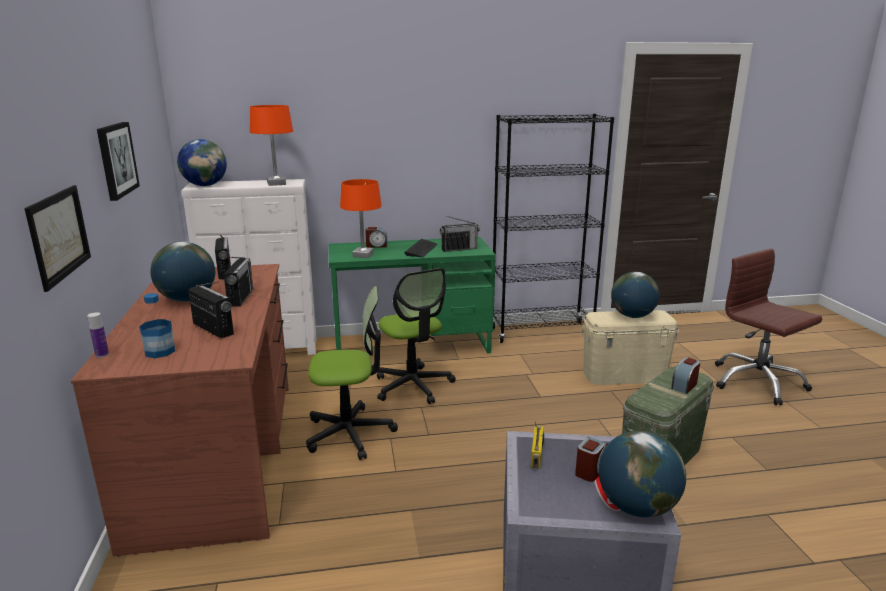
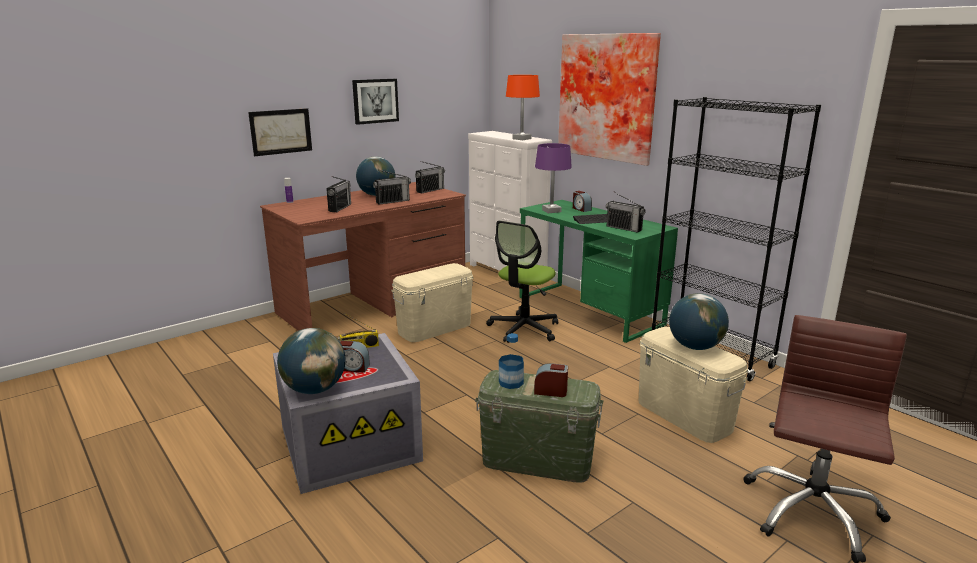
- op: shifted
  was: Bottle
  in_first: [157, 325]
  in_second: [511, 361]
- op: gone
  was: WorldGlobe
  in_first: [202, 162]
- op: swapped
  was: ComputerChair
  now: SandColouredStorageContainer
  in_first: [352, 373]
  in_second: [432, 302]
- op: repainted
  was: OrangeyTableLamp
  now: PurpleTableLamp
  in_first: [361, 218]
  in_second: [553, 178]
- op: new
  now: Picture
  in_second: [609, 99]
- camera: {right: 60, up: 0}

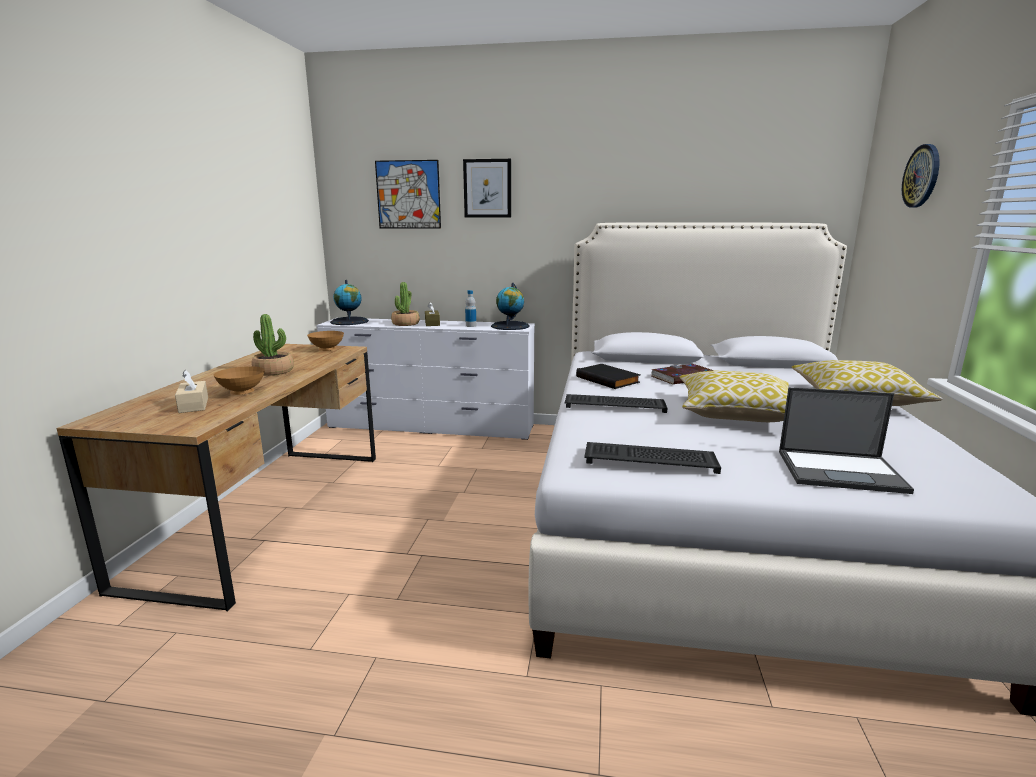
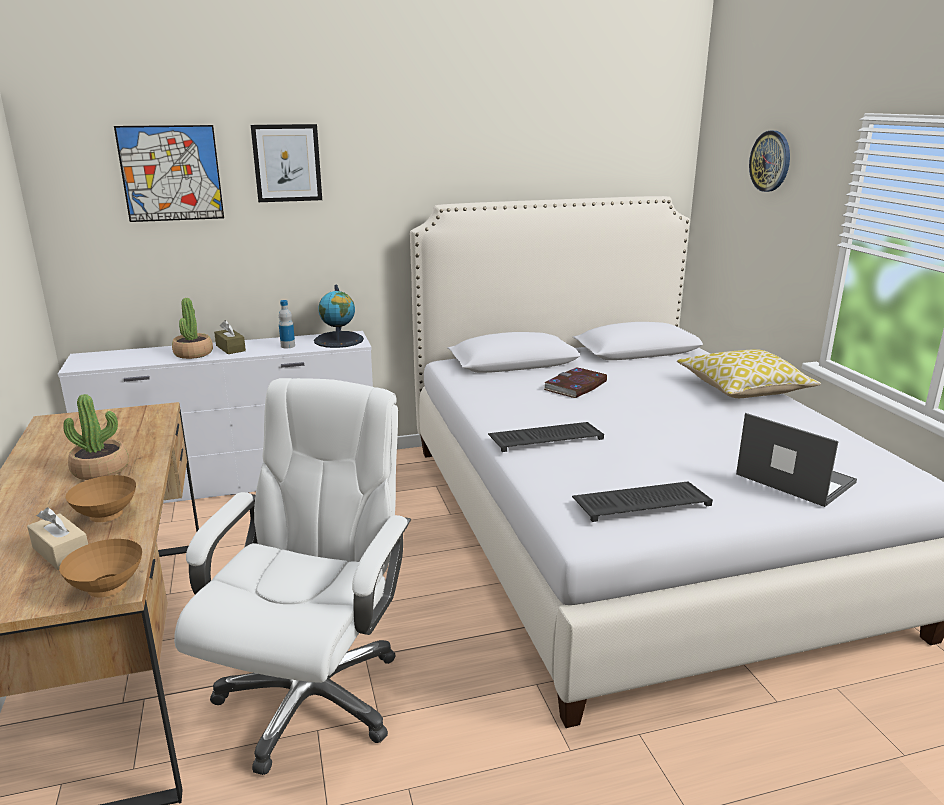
- op: shifted
  was: BrownishBowl
  in_first: [325, 341]
  in_second: [100, 568]
- op: gone
  was: WorldGlobe
  in_first: [349, 302]
- op: gone
  was: BlackColouredVolume
  in_first: [608, 376]
- op: gone
  was: Cushion
  in_first: [734, 396]
- op: rotated
  was: PortableComputer
  in_first: [846, 440]
  in_second: [796, 460]
  clockwise: -120
- op: new
  now: WhiteComputerChair
  in_second: [292, 576]
- camera: {right: -25, up: 5}

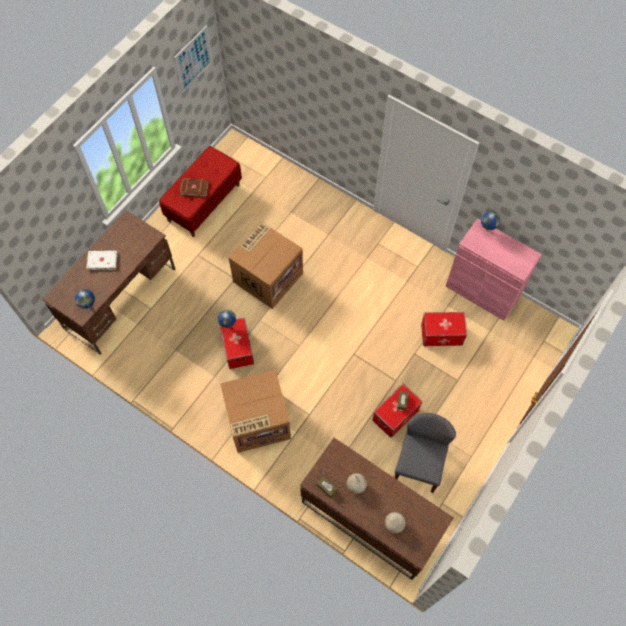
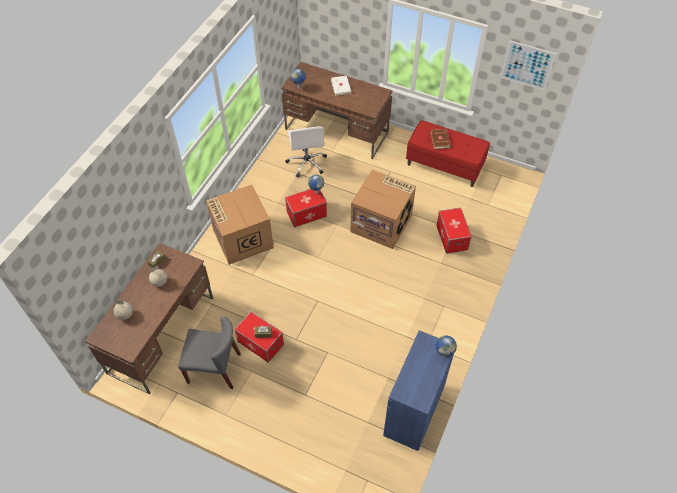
- op: shifted
  was: StorageContainer
  in_first: [444, 329]
  in_second: [454, 231]
- op: repainted
  was: PinkishCabinet
  now: BlueCabinet
  in_first: [494, 269]
  in_second: [418, 390]
- op: new
  now: WhiteComputerChair
  in_second: [306, 151]
- camera: {right: 80, up: -10}

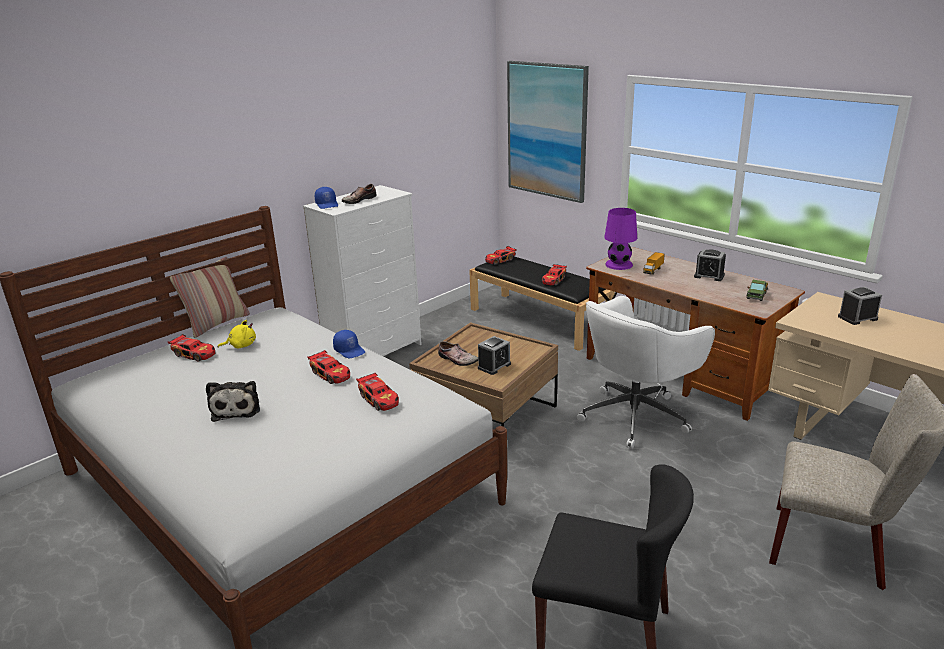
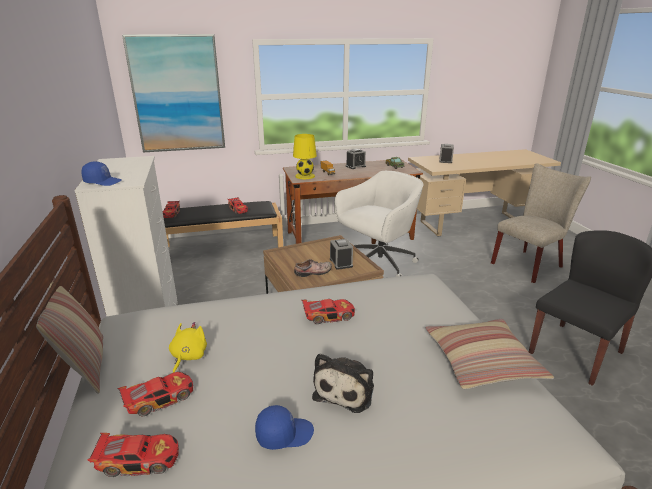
- op: rotated
  was: SoftToy
  in_first: [233, 401]
  in_second: [343, 383]
  clockwise: 90
- op: shifted
  was: BlueBaseballCap
  in_first: [349, 344]
  in_second: [284, 427]
- op: gone
  was: LowShoe
  in_first: [359, 194]
- op: shifted
  was: ToyCar
  in_first: [377, 392]
  in_second: [133, 455]
- op: rotated
  was: WhiteComputerChair
  in_first: [646, 372]
  in_second: [379, 224]
  clockwise: -120
- op: repainted
  was: PurpleTableLamp
  now: YellowTableLamp
  in_first: [620, 239]
  in_second: [305, 156]
- op: new
  now: Cushion
  in_second: [489, 354]
- camera: {right: -60, up: 0}

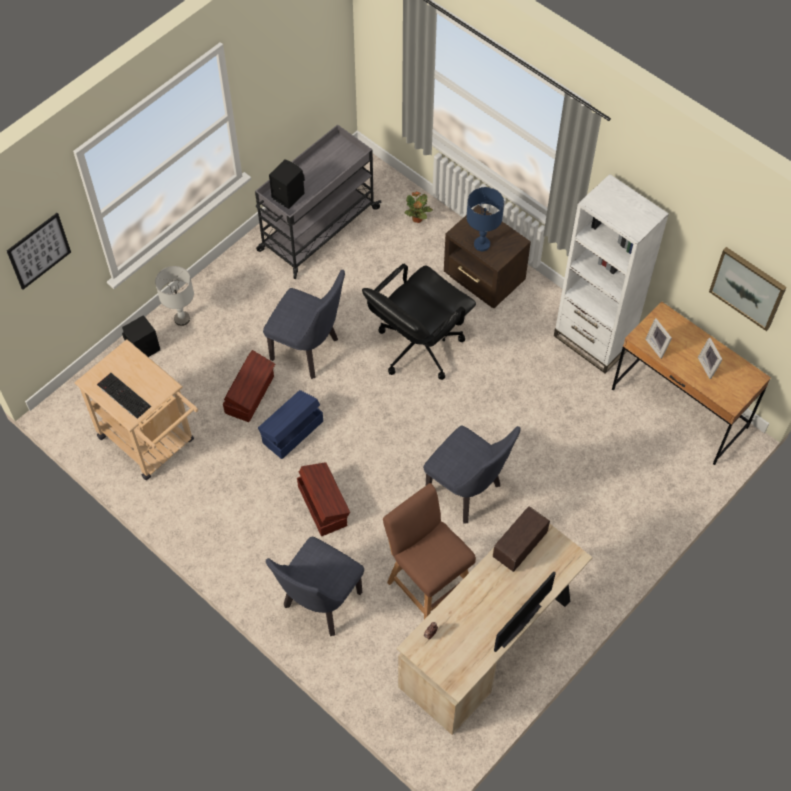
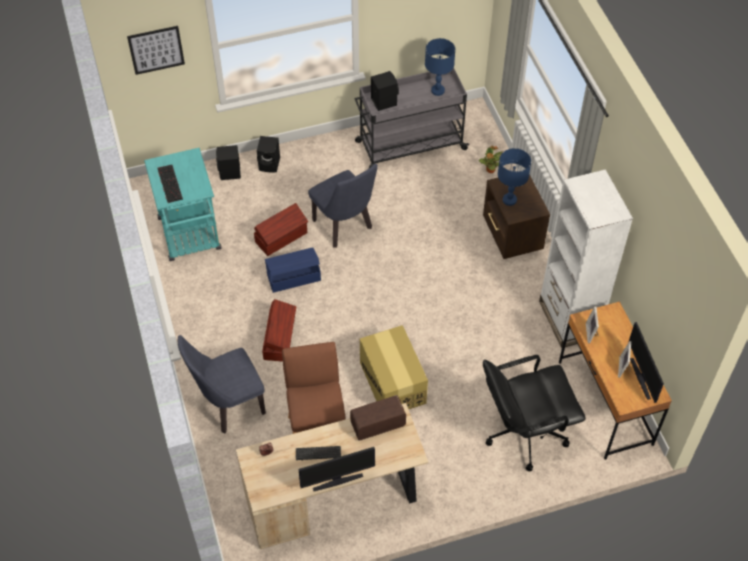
- op: repainted
  was: SandColouredTrolley
  now: TurquoiseTrolley
  in_first: [136, 409]
  in_second: [183, 204]
- op: swapped
  was: GrayTableLamp
  now: BlackColouredLoudspeaker
  in_first: [174, 296]
  in_second: [268, 154]
- op: shifted
  was: BlackColouredComputerChair
  in_first: [419, 322]
  in_second: [534, 413]
- op: swapped
  was: BlueUprightChair
  now: CardboardBox
  in_first: [472, 475]
  in_second: [394, 367]
- op: gone
  was: Picture
  in_first: [748, 289]
- op: new
  now: Keyboard
  in_second: [318, 453]
- op: new
  now: BlueTableLamp
  in_second: [440, 67]
- op: new
  now: ComputerDisplay
  in_second: [646, 362]
- camera: {right: 30, up: -5}

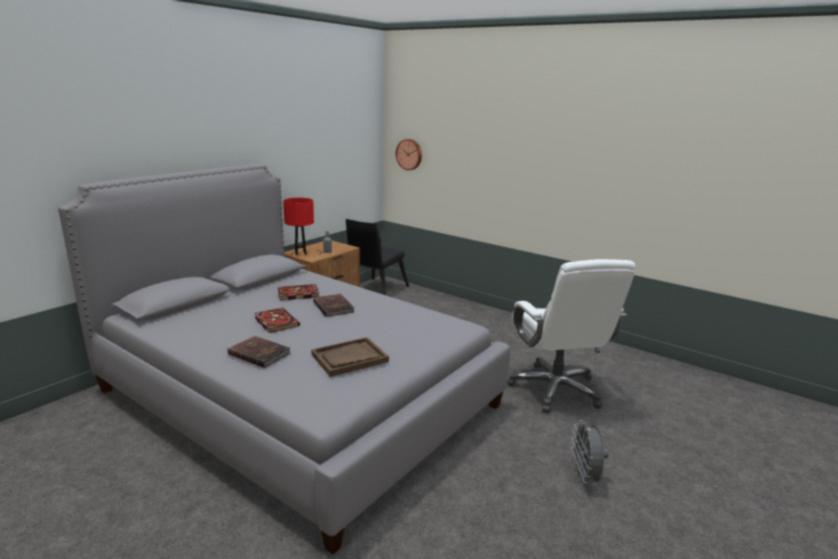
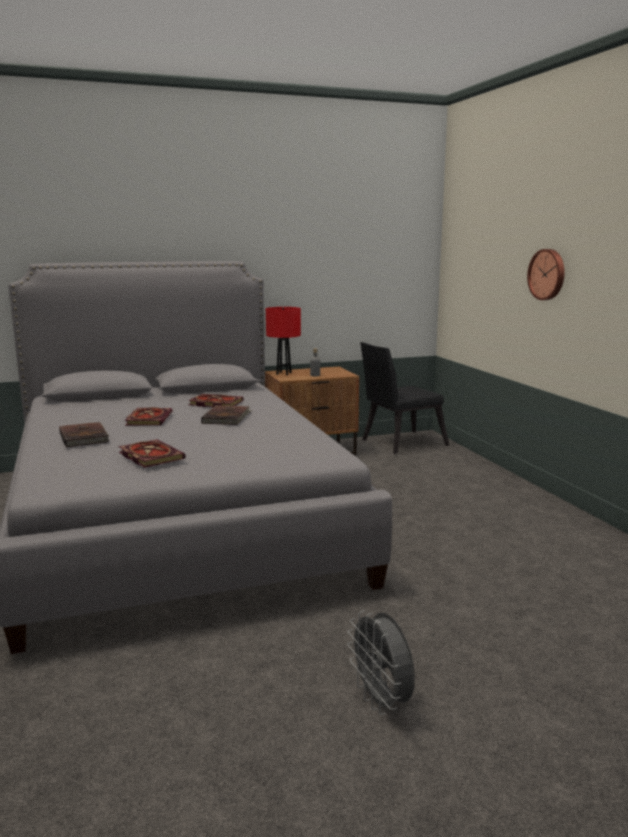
- op: swapped
  was: BrownishTray
  now: Volume
  in_first: [350, 357]
  in_second: [152, 453]
- op: shifted
  was: WallClock
  in_first: [409, 154]
  in_second: [546, 274]
- op: gone
  was: WhiteComputerChair
  in_first: [571, 336]
- op: rotated
  was: GrayElectricFan
  in_first: [590, 452]
  in_second: [381, 662]
  clockwise: -60
- camera: {right: 35, up: -5}

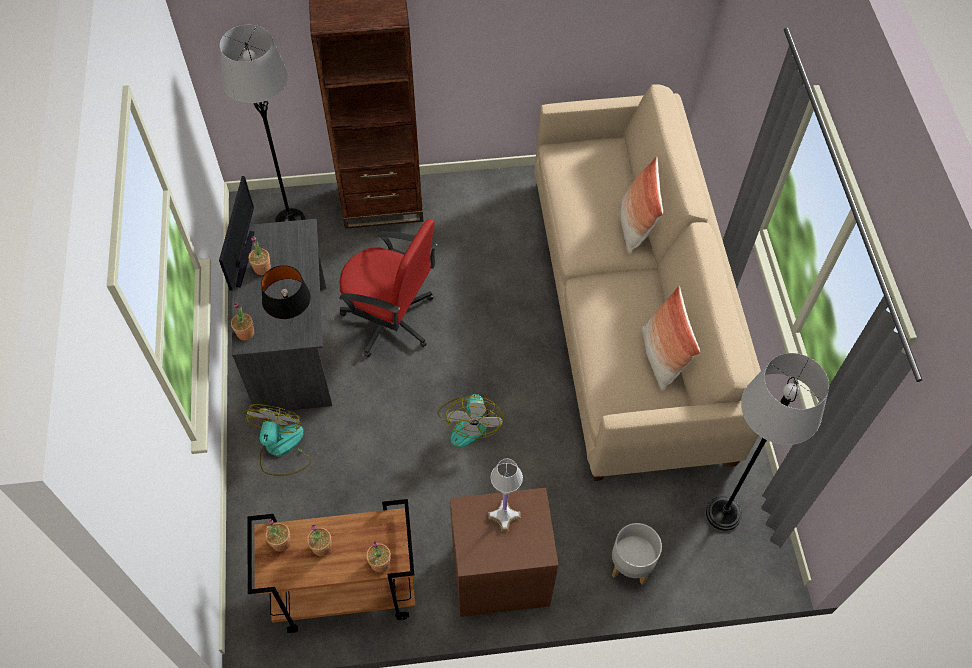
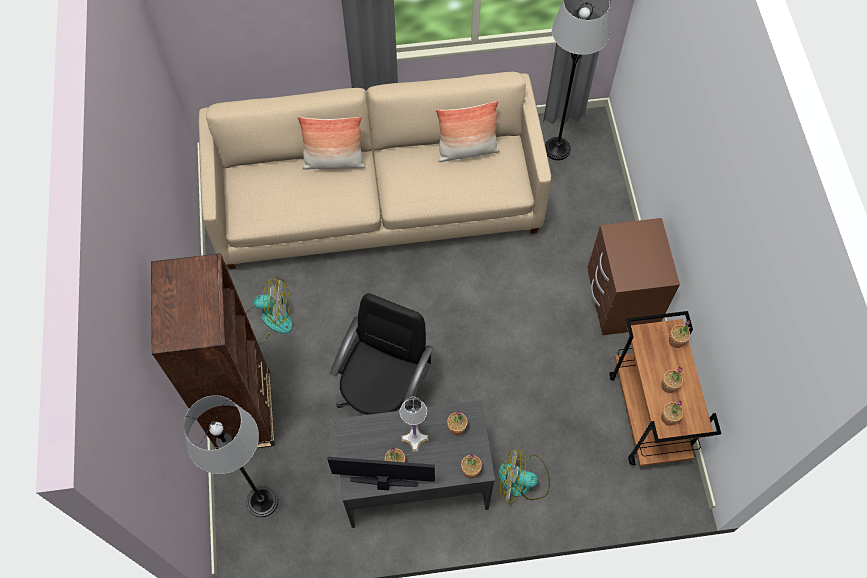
- op: swapped
  was: BlackColouredTableLamp
  now: Houseplant
  in_first: [286, 293]
  in_second: [457, 423]
- op: repainted
  was: RedColouredComputerChair
  now: BlackColouredComputerChair
  in_first: [388, 288]
  in_second: [381, 354]
- op: shifted
  was: ElectricFan
  in_first: [470, 420]
  in_second: [269, 311]
- op: shifted
  was: WhiteTableLamp
  in_first: [505, 495]
  in_second: [414, 424]
- op: gone
  was: GrayFlowerPot
  in_first: [637, 554]
- camera: {right: -90, up: 5}

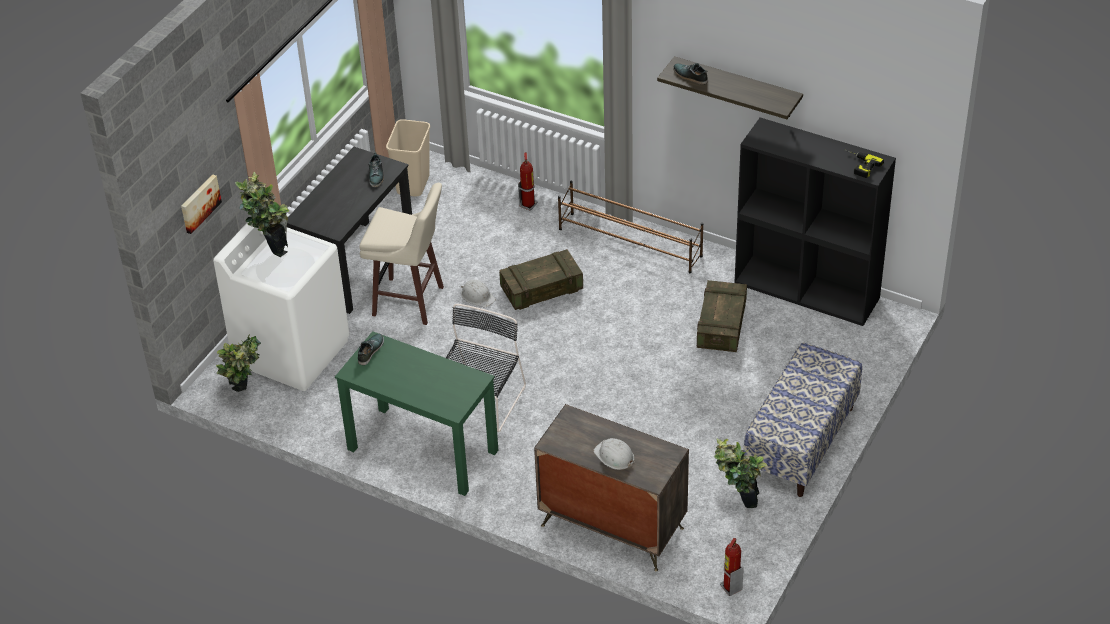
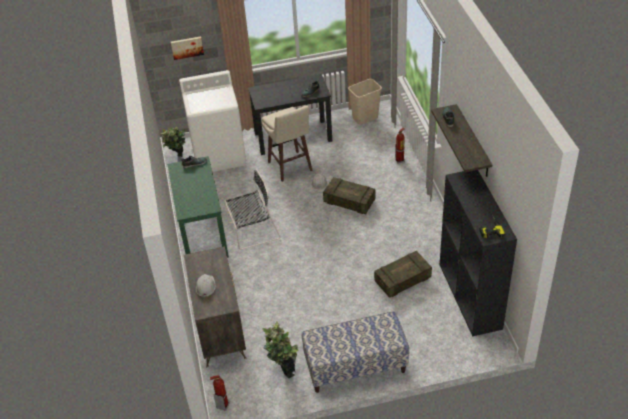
- op: gone
  was: Houseplant
  in_first: [262, 214]
- op: gone
  was: BrownishShoeRack
  in_first: [630, 227]
- camera: {right: 50, up: 0}

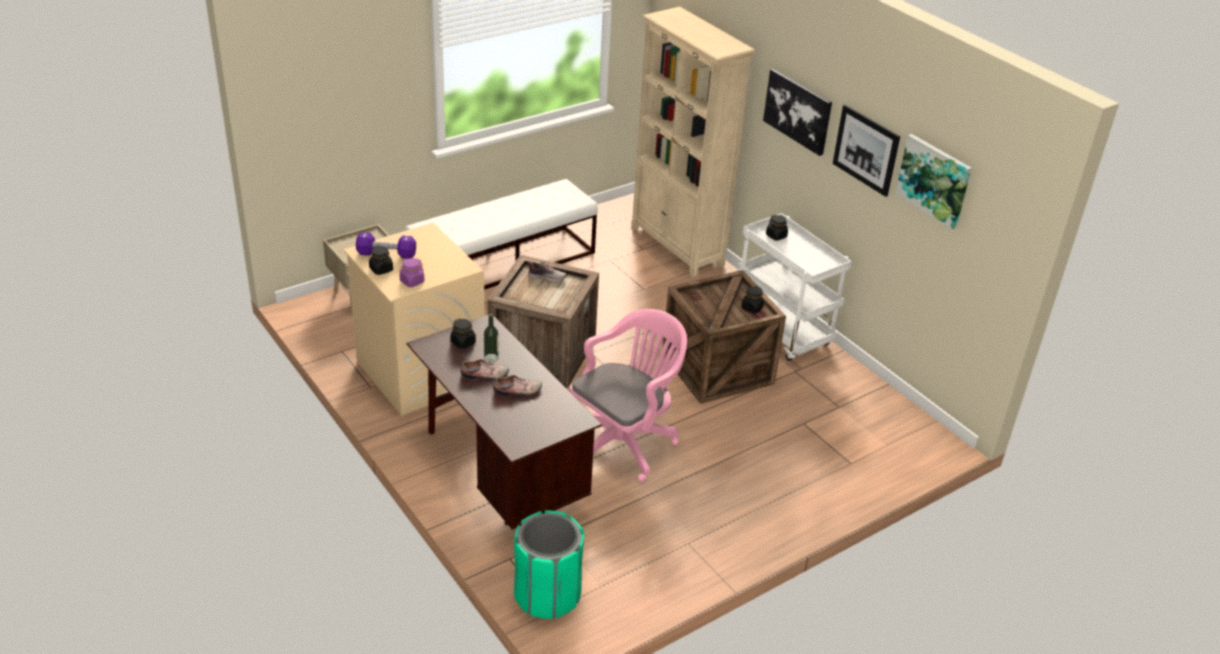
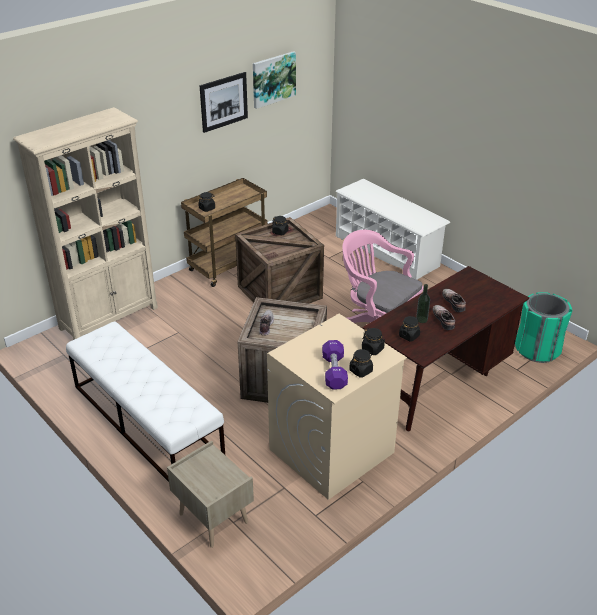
- op: repainted
  was: PurpleJar
  now: BlackColouredJar
  in_first: [411, 272]
  in_second: [373, 341]
- op: repainted
  was: WhiteTrolley
  now: BrownishTrolley
  in_first: [795, 287]
  in_second: [224, 232]
- op: gone
  was: Picture
  in_first: [797, 112]
- op: new
  now: WhiteShoeRack
  in_second: [392, 229]
- camera: {right: -95, up: 0}

